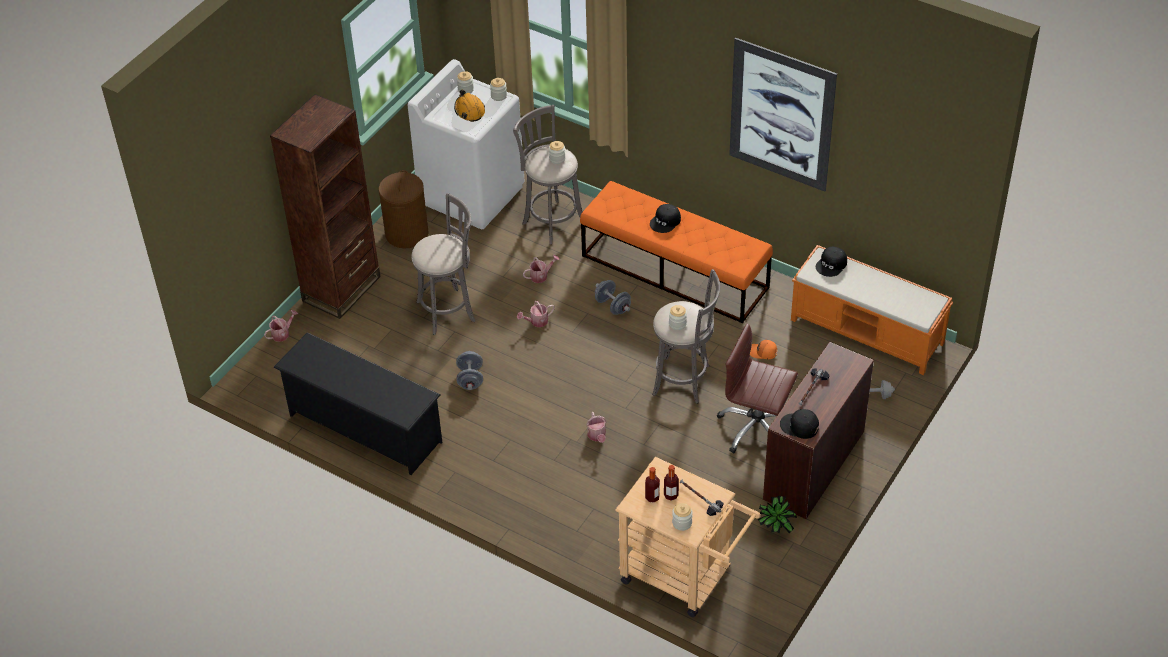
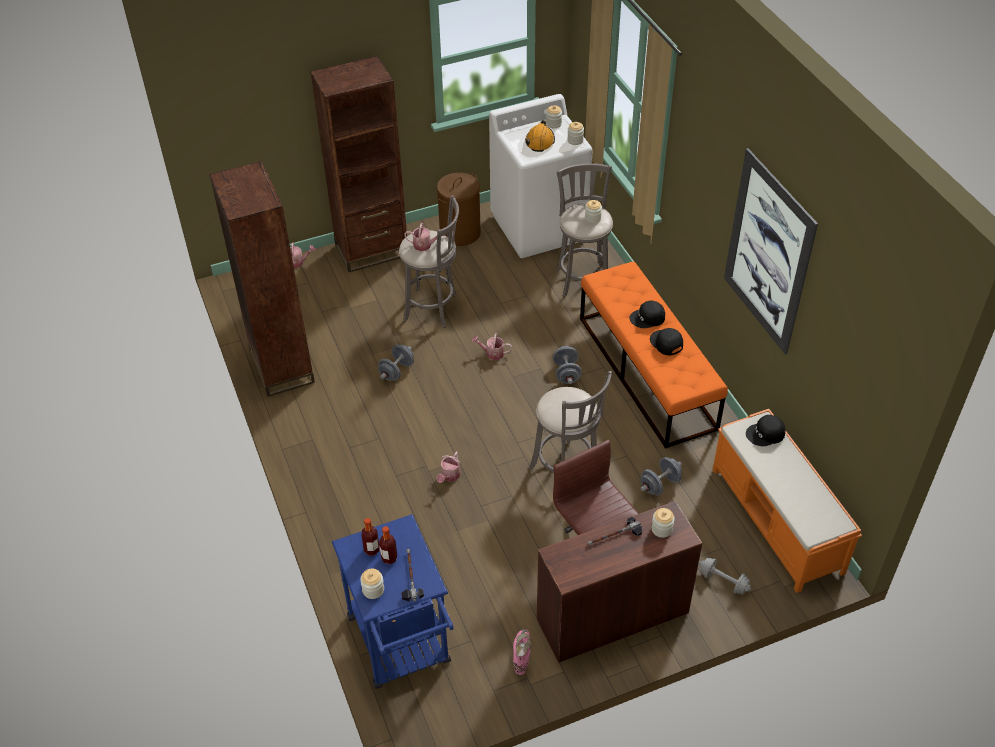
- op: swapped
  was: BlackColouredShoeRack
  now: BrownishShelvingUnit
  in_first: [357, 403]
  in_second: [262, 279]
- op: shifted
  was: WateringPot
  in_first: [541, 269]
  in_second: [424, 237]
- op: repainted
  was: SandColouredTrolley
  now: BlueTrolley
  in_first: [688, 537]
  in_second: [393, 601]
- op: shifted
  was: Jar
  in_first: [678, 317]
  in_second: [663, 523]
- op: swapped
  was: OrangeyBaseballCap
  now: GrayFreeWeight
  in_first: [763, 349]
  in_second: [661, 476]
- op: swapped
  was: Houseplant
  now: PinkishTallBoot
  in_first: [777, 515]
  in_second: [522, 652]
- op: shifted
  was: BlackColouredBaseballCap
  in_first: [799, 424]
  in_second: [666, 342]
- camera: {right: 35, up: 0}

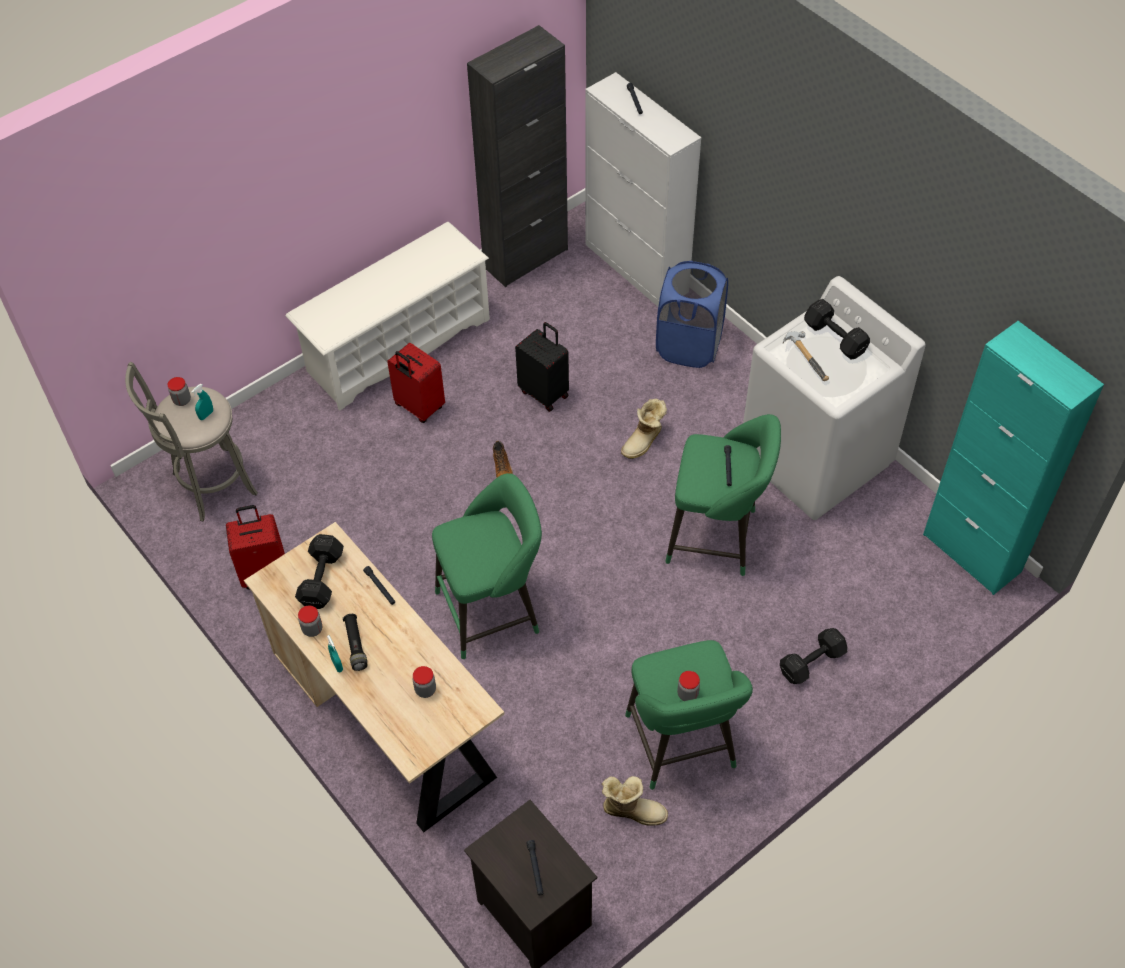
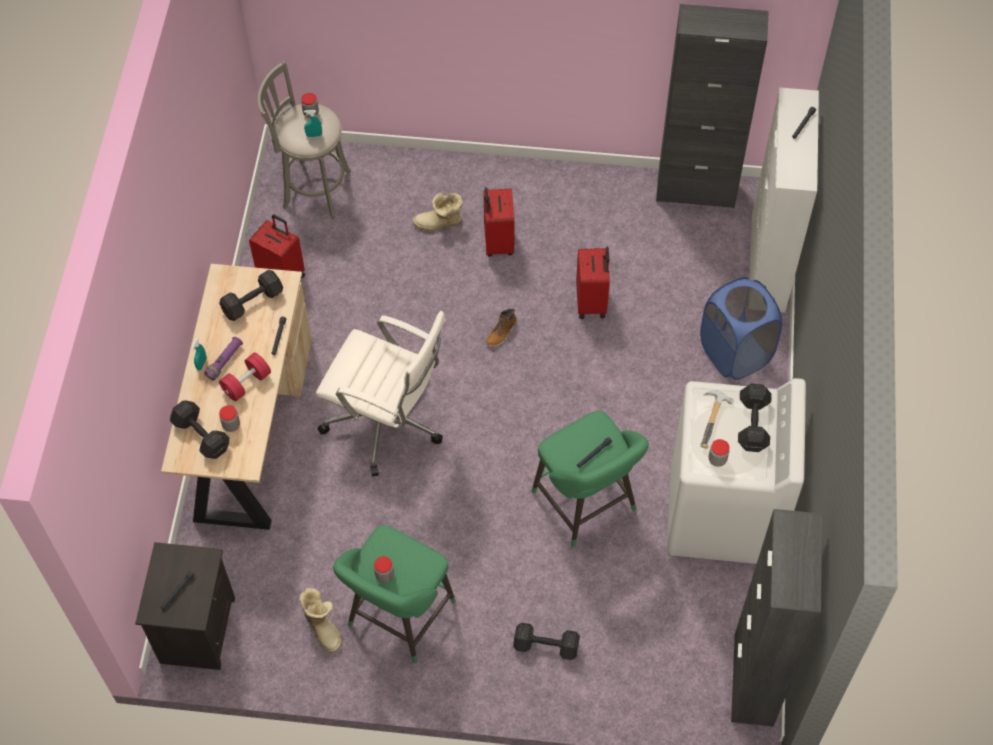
- op: gone
  was: WhiteShoeRack
  in_first: [388, 316]
- op: shifted
  was: Jar
  in_first: [310, 621]
  in_second: [719, 453]
- op: repainted
  was: BlackColouredHandTorch
  now: PurpleHandTorch
  in_first: [355, 642]
  in_second: [223, 358]
- op: swapped
  was: GreenishStoolSeat
  now: WhiteComputerChair
  in_first: [487, 566]
  in_second: [381, 394]
- op: repainted
  was: BlackColouredPieceOfLuggage
  now: RedColouredPieceOfLuggage
  in_first: [542, 367]
  in_second: [593, 283]
- op: shifted
  was: TallBoot
  in_first: [644, 429]
  in_second: [438, 212]
- op: repainted
  was: TurquoiseCabinet
  now: BlackColouredCabinet
  in_first: [1013, 458]
  in_second: [776, 617]
- op: new
  now: BlackColouredFreeWeight
  in_second: [200, 429]
- op: new
  now: RedColouredFreeWeight
  in_second: [245, 377]
- camera: {right: 45, up: 5}

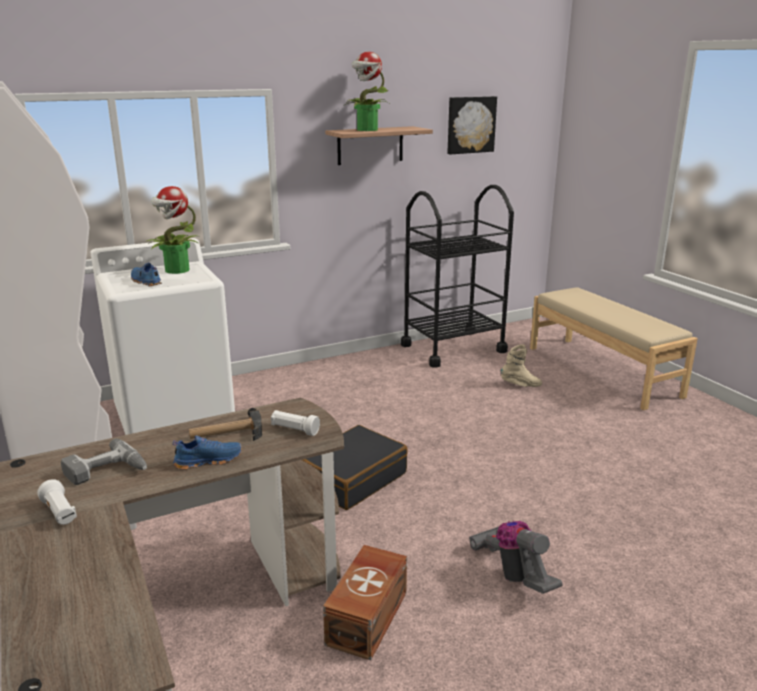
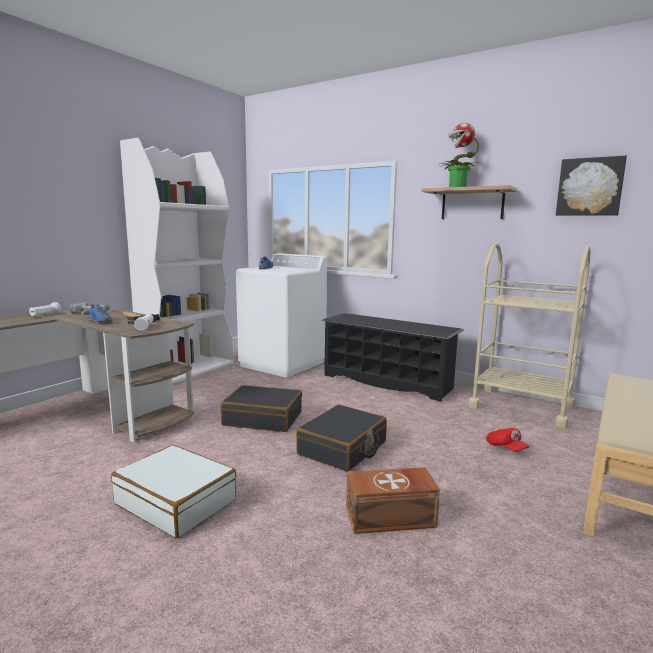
- op: gone
  was: Houseplant
  in_first: [172, 230]
- op: shifted
  was: BrownishStorageContainer
  in_first: [365, 602]
  in_second: [393, 500]
- op: repainted
  was: BlackColouredTrolley
  now: SandColouredTrolley
  in_first: [457, 276]
  in_second: [530, 336]
- op: swapped
  was: Vacuum
  now: WhitePieceOfLuggage
  in_first: [515, 557]
  in_second: [174, 491]
- op: swapped
  was: SandColouredTallBoot
  now: RedColouredBaseballCap
  in_first: [521, 365]
  in_second: [508, 440]
- op: new
  now: BlackColouredPieceOfLuggage
  in_second: [341, 438]
- op: new
  now: BlackColouredShoeRack
  in_second: [393, 357]
- camera: {right: 60, up: -10}

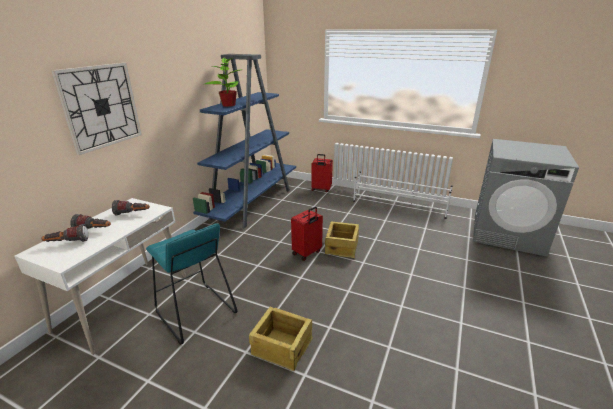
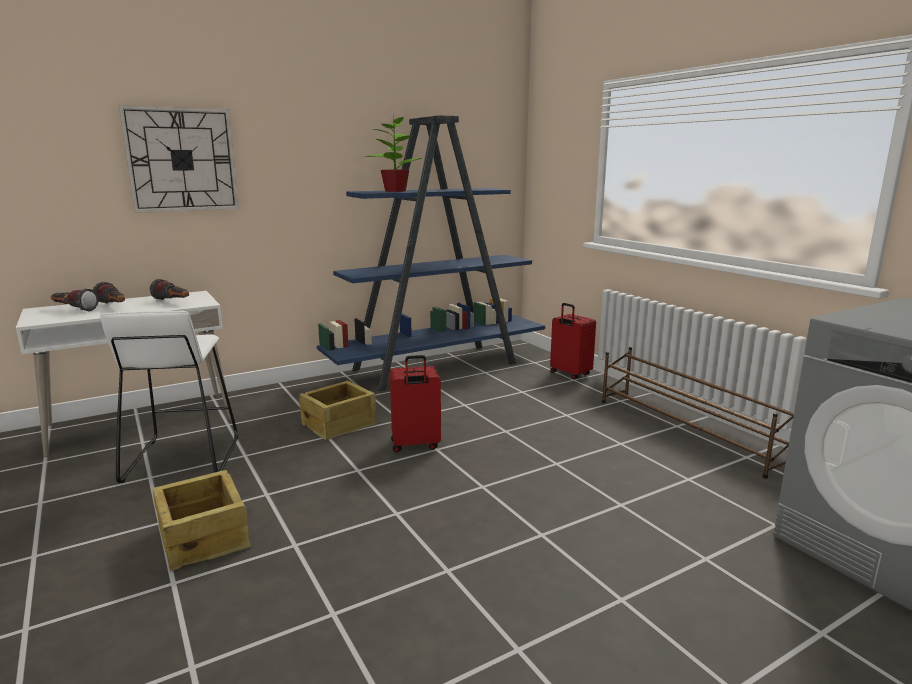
- op: repainted
  was: TurquoiseStoolSeat
  now: WhiteStoolSeat
  in_first: [192, 284]
  in_second: [169, 397]
- op: shifted
  was: ShippingCrate
  in_first: [342, 239]
  in_second: [337, 410]
- op: repainted
  was: WhiteShoeRack
  now: BrownishShoeRack
  in_first: [403, 195]
  in_second: [698, 413]
- camera: {right: 35, up: -10}

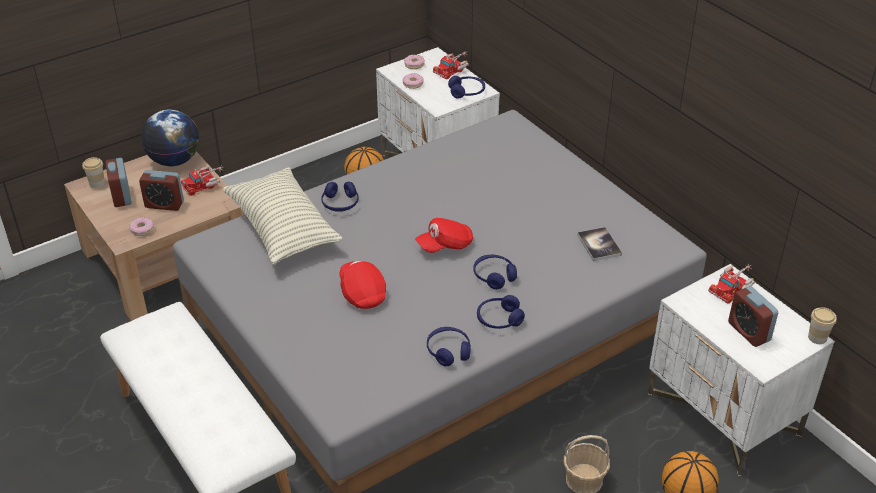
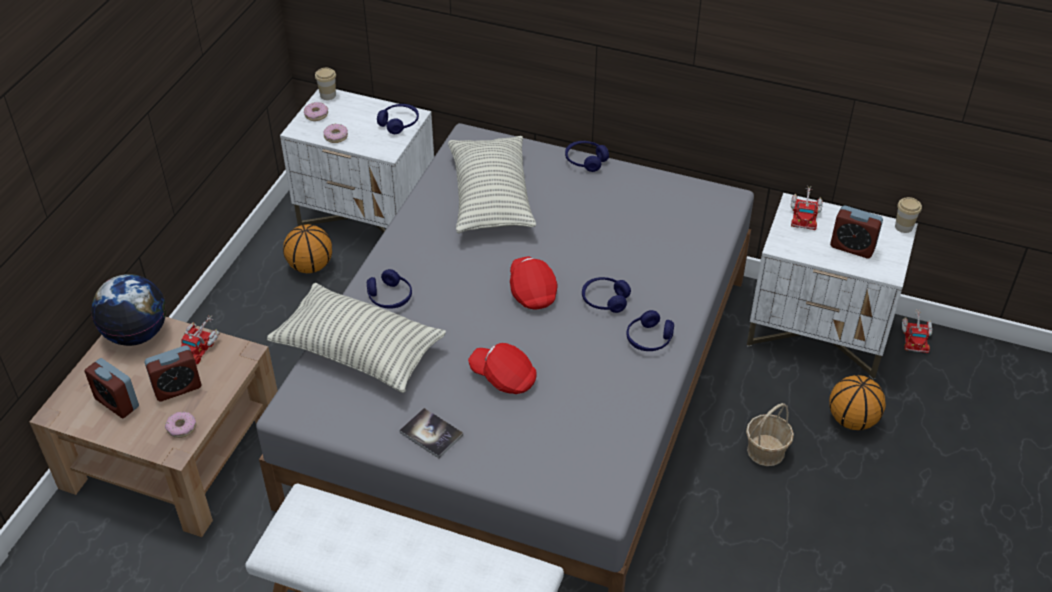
- op: shifted
  was: DrinkingCup
  in_first: [93, 172]
  in_second: [325, 84]
- op: rotated
  was: RedColouredBaseballCap
  in_first: [444, 235]
  in_second: [533, 283]
  clockwise: 135
- op: shifted
  was: BluePairOfHeadphones
  in_first: [449, 346]
  in_second: [587, 156]
- op: shifted
  was: ToyLorry
  in_first: [451, 65]
  in_second: [917, 331]
- op: shifted
  was: Volume
  in_first: [599, 244]
  in_second: [431, 433]
- op: new
  now: Cushion
  in_second: [492, 185]
- camera: {right: -35, up: 5}

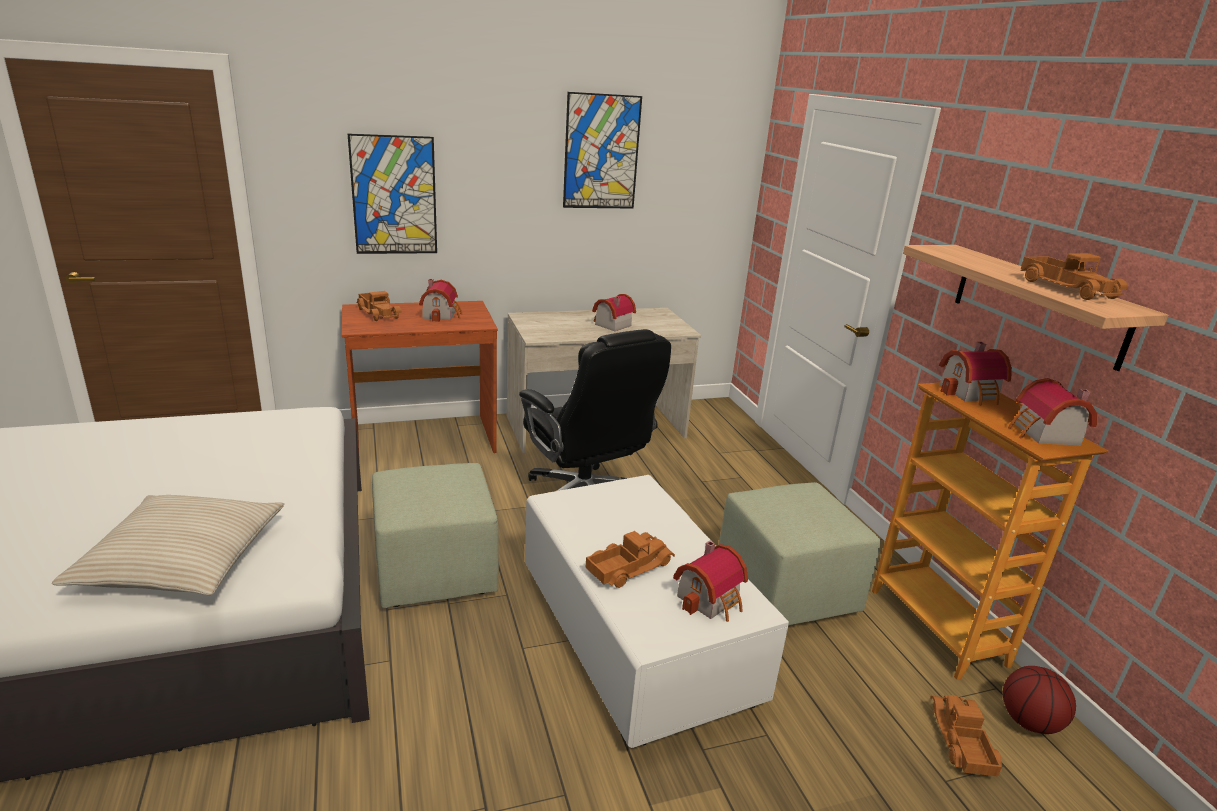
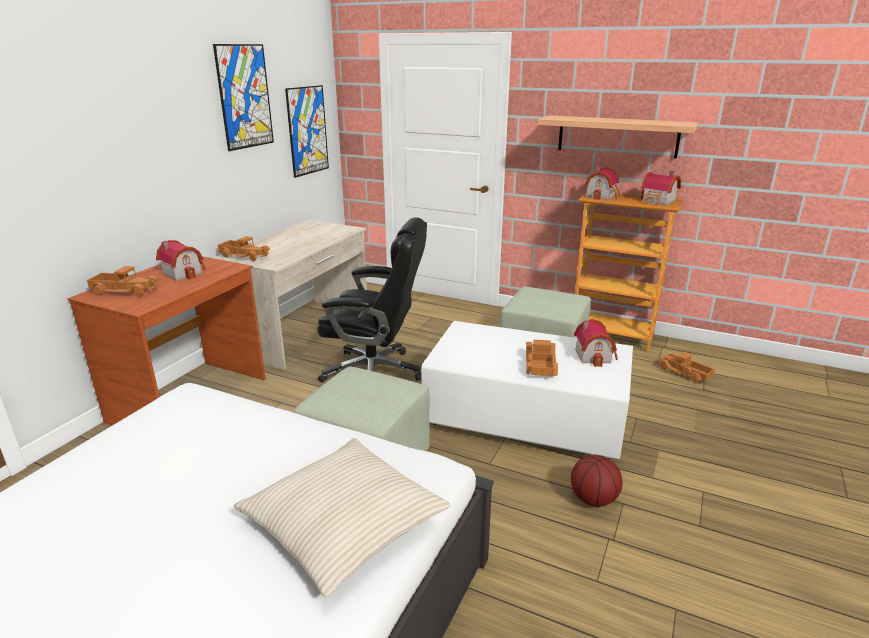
- op: shifted
  was: Picture
  in_first: [392, 194]
  in_second: [307, 131]
- op: gone
  was: ModelHouse
  in_first: [614, 312]
- op: shifted
  was: BallForBasketball
  in_first: [1039, 700]
  in_second: [597, 481]
- op: shifted
  was: ToyLorry
  in_first: [1074, 276]
  in_second: [244, 248]
- camera: {right: -45, up: 0}

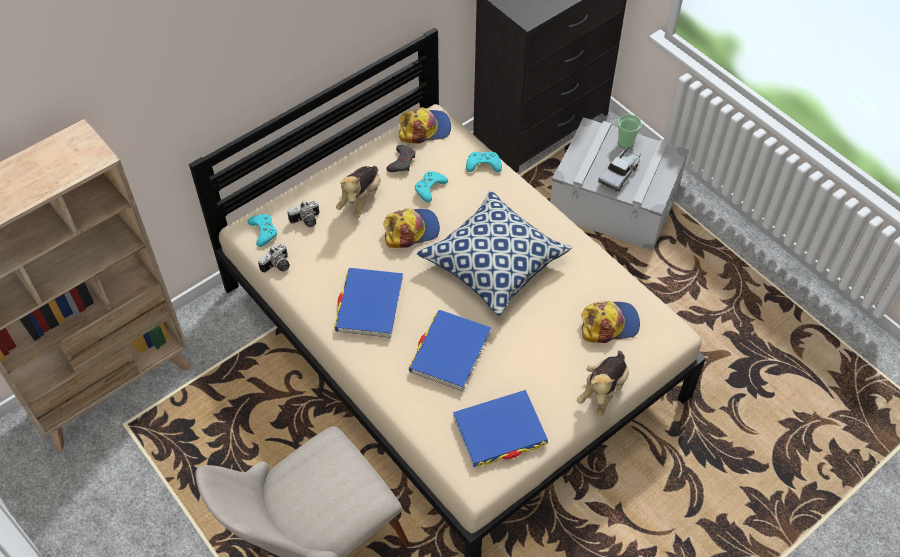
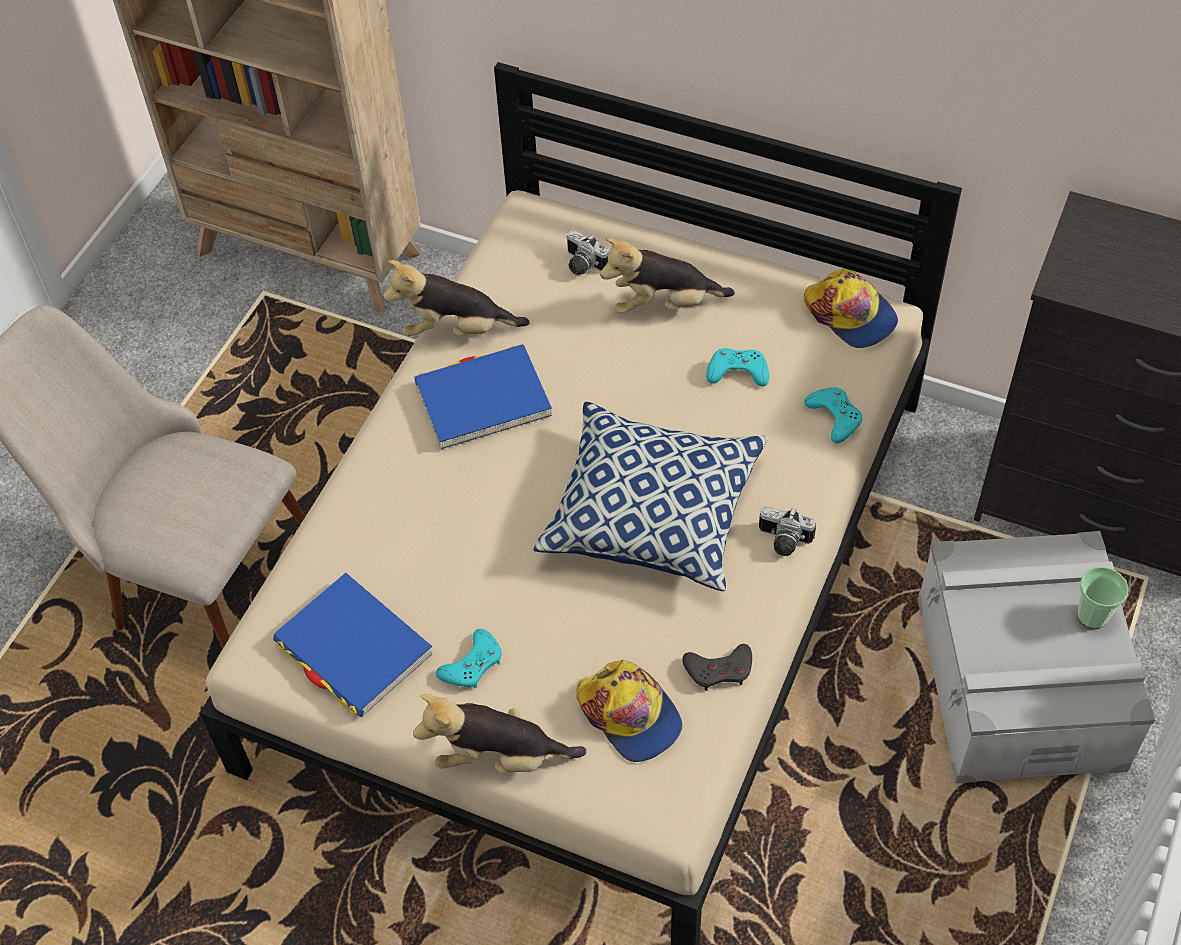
- op: shifted
  was: TurquoiseJoypad
  in_first: [262, 230]
  in_second: [469, 659]
- op: shifted
  was: PhotoCamera
  in_first: [274, 258]
  in_second: [787, 531]
- op: gone
  was: BaseballCap
  in_first: [411, 228]
- op: shifted
  was: GrayJoypad
  in_first: [400, 158]
  in_second: [717, 667]
- op: gone
  was: BlueVolume
  in_first: [450, 351]
- op: gone
  was: ToyLorry
  in_first: [619, 169]
- op: new
  now: SoftToy
  in_second: [456, 298]
- camera: {right: 65, up: 0}

